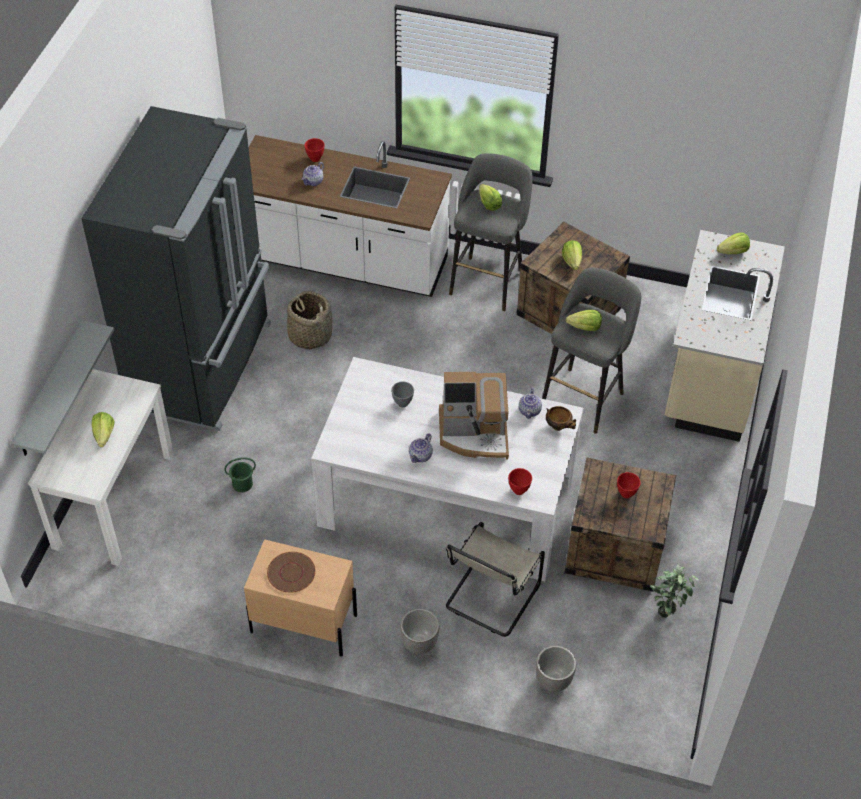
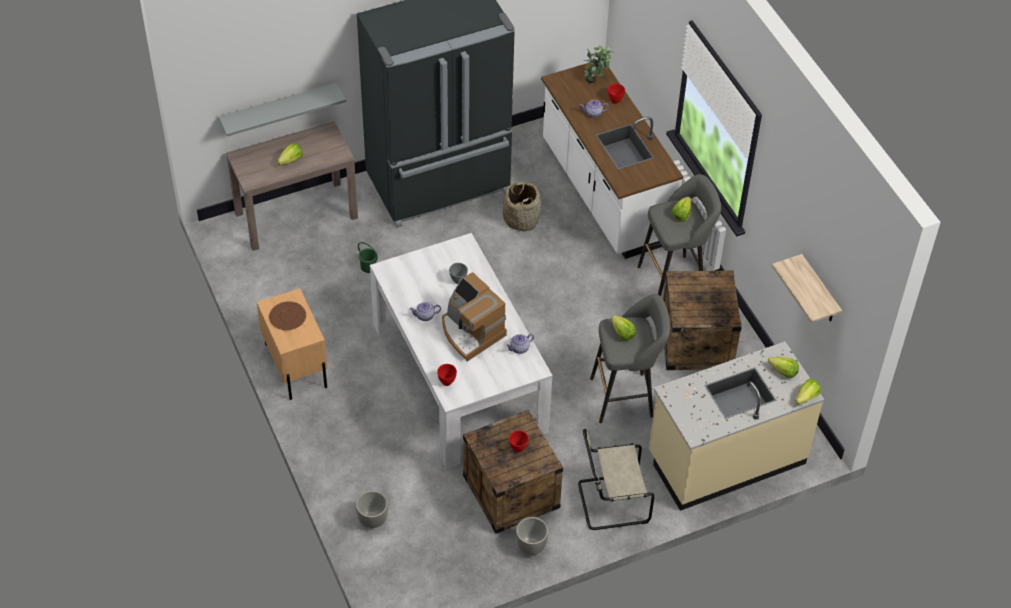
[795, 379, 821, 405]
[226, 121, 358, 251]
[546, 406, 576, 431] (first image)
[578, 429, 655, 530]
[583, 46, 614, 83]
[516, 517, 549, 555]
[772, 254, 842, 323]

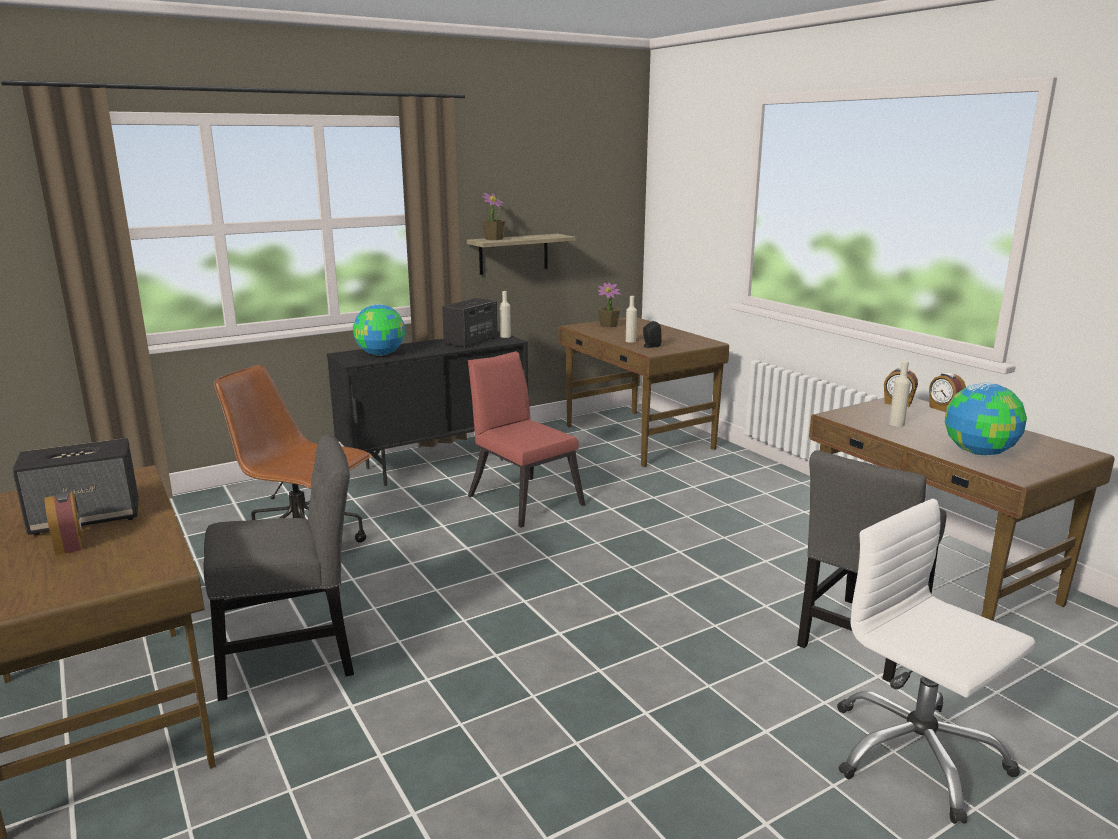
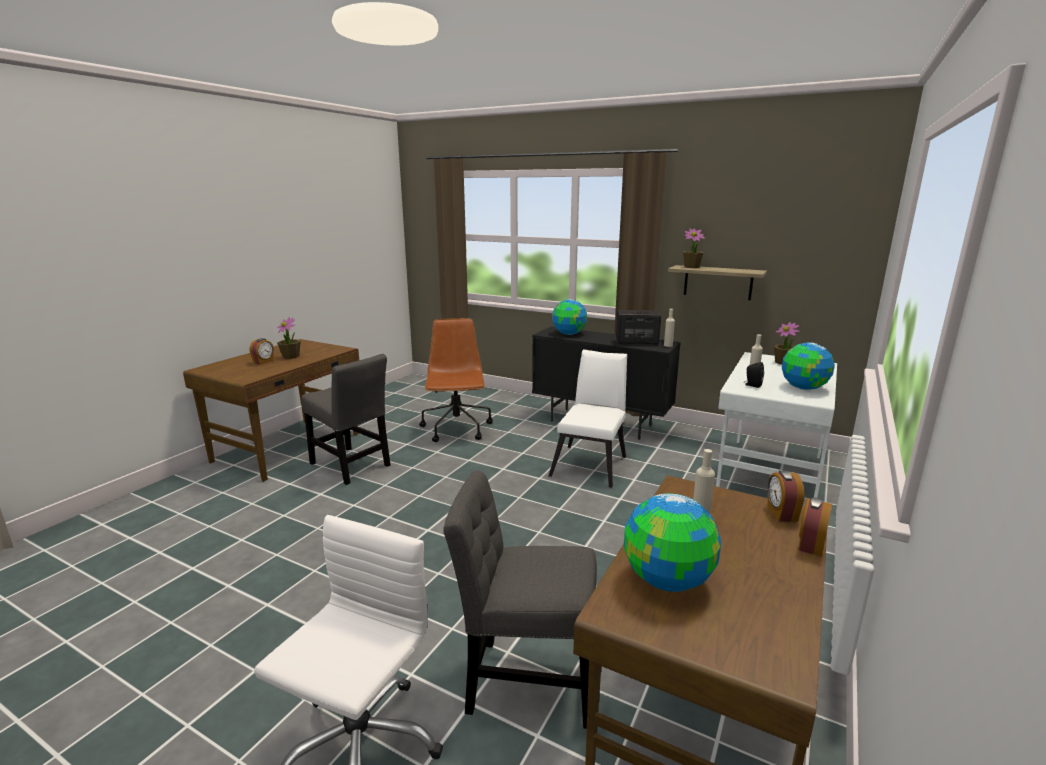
[716, 352, 837, 498]
[548, 349, 627, 488]
[277, 317, 301, 359]
[782, 342, 835, 390]

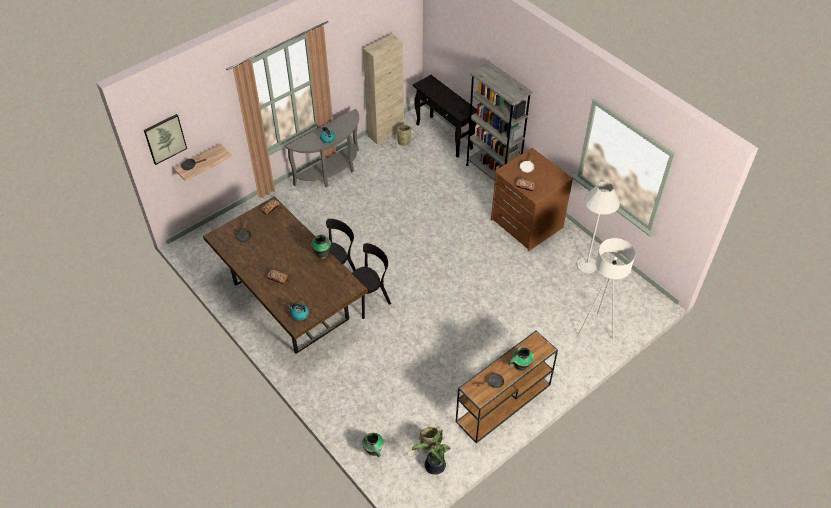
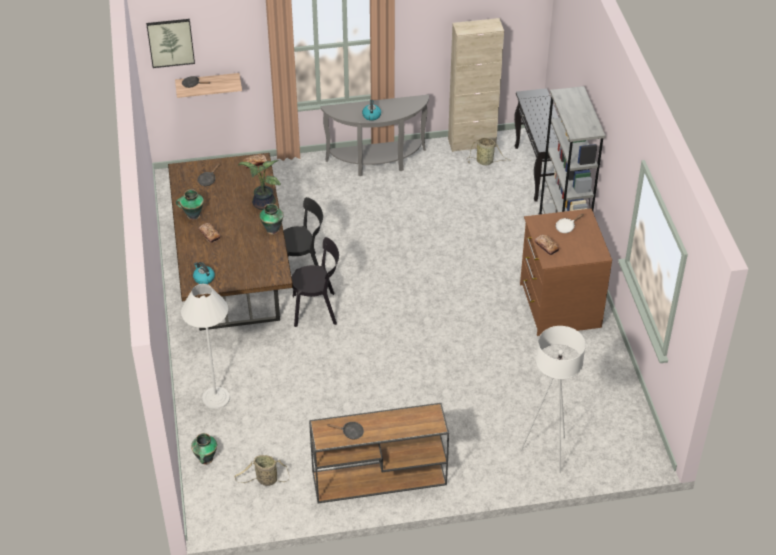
[181, 284, 230, 409]
[176, 189, 204, 220]
[238, 160, 281, 210]

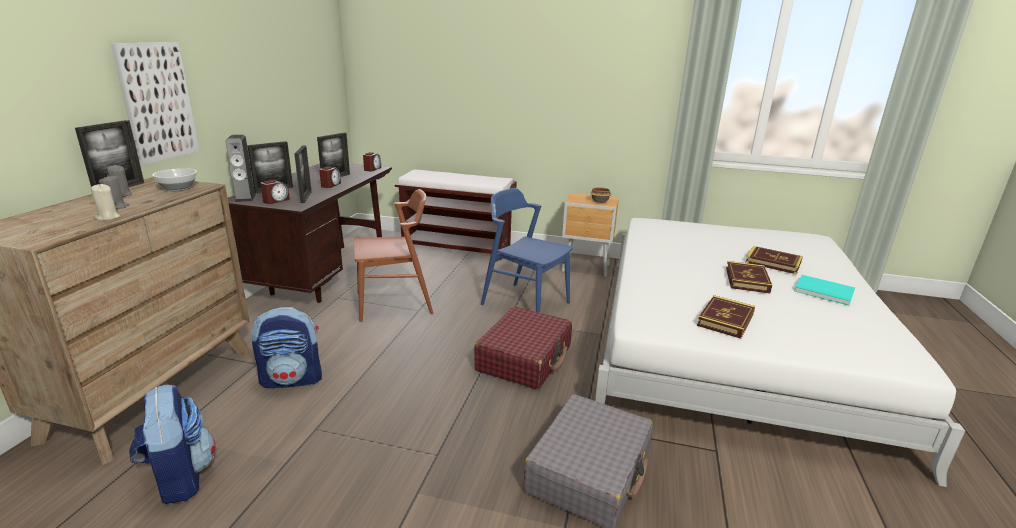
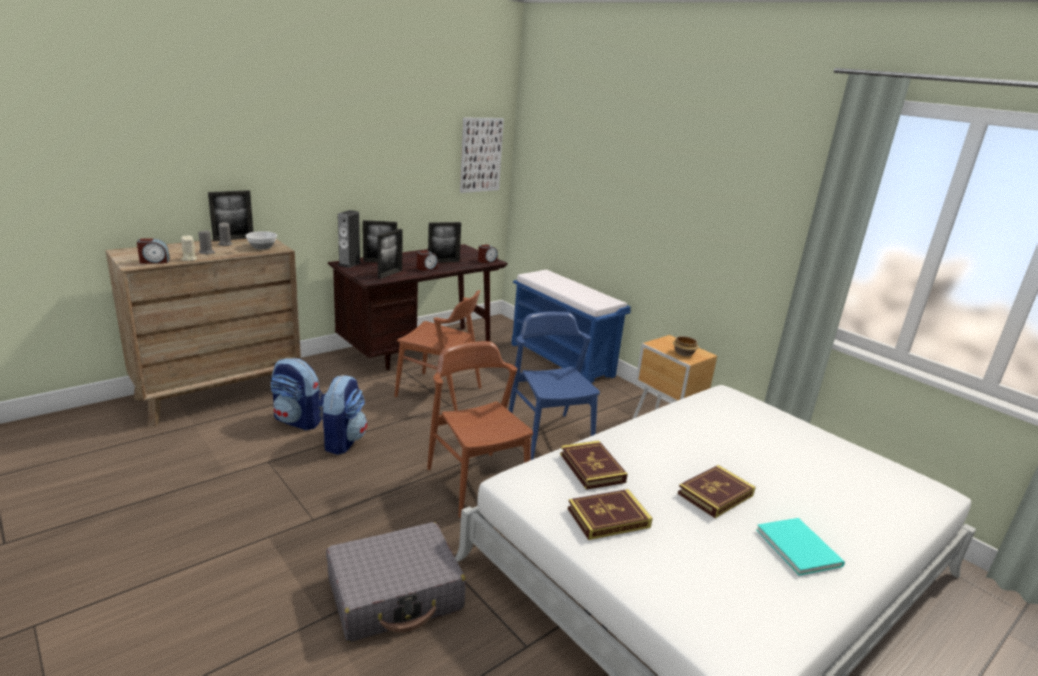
[460, 118, 504, 193]
[511, 270, 631, 383]
[137, 238, 170, 264]
[560, 440, 628, 490]
[427, 341, 533, 518]
[318, 375, 367, 455]

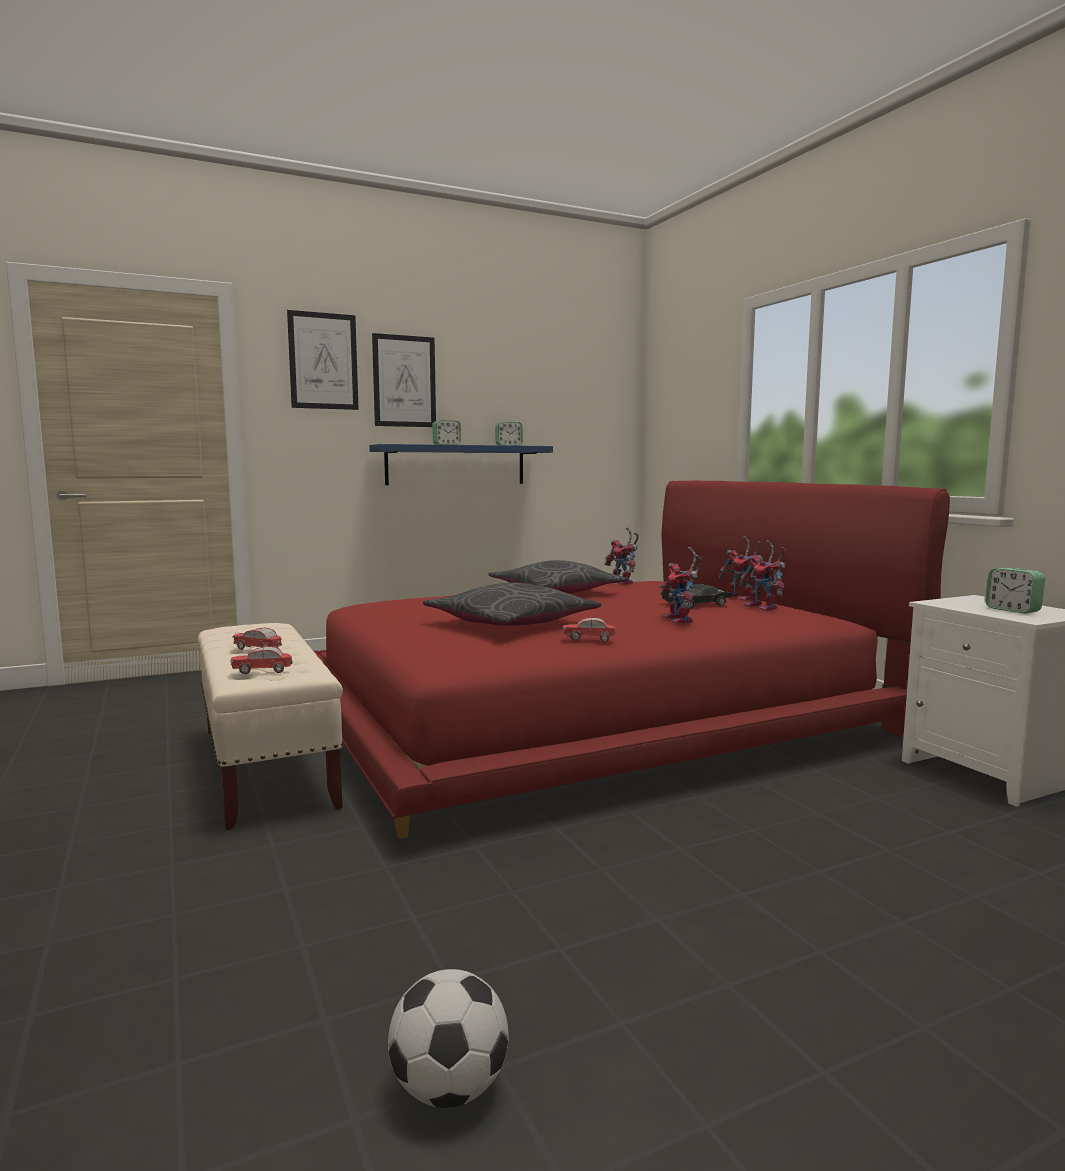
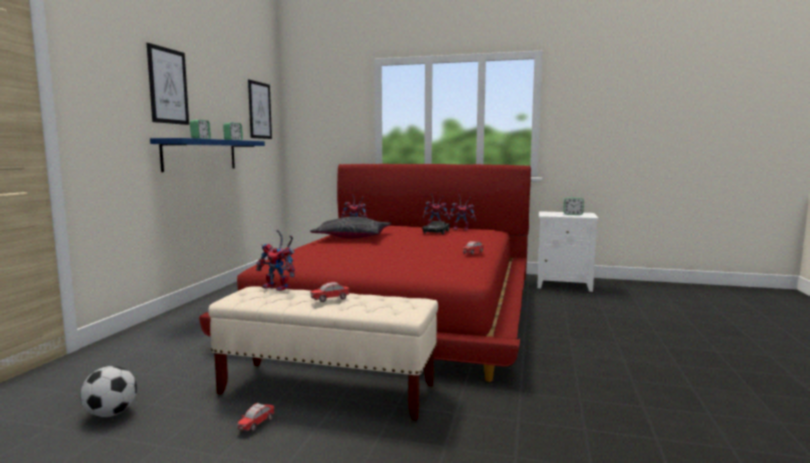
[248, 80, 272, 139]
[256, 230, 295, 291]
[423, 583, 601, 626] (first image)
[237, 403, 274, 432]
[80, 366, 137, 417]

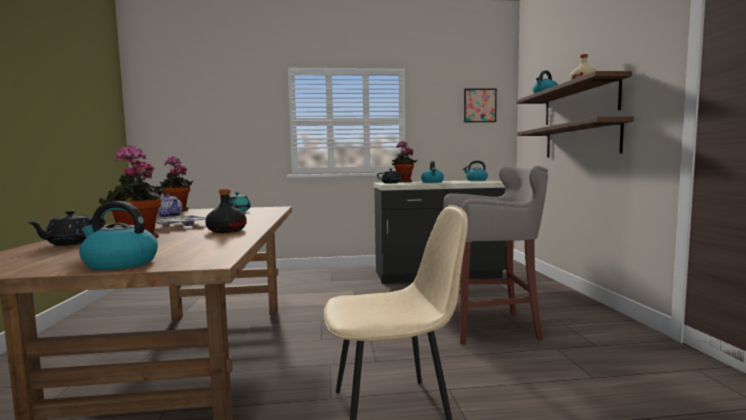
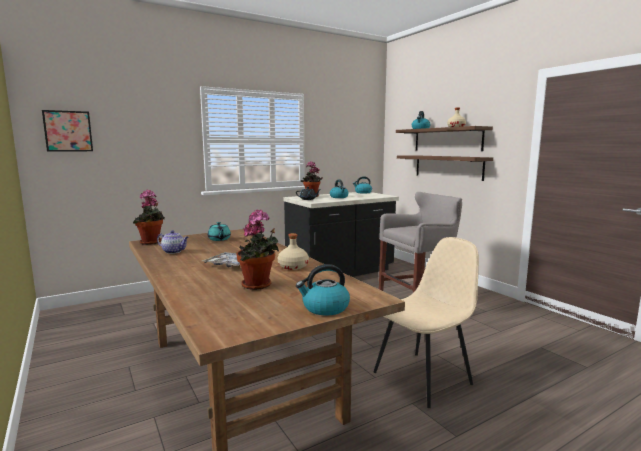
[42, 110, 93, 152]
[278, 233, 309, 270]
[26, 211, 105, 246] (first image)

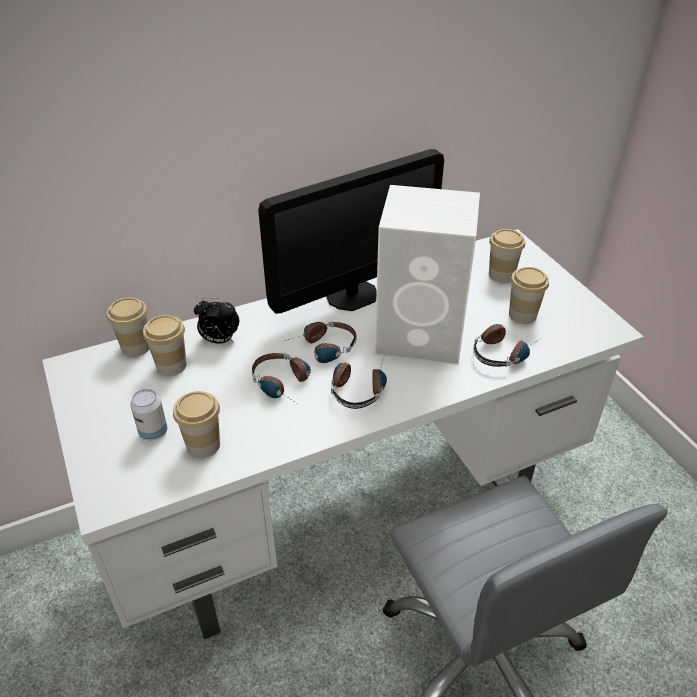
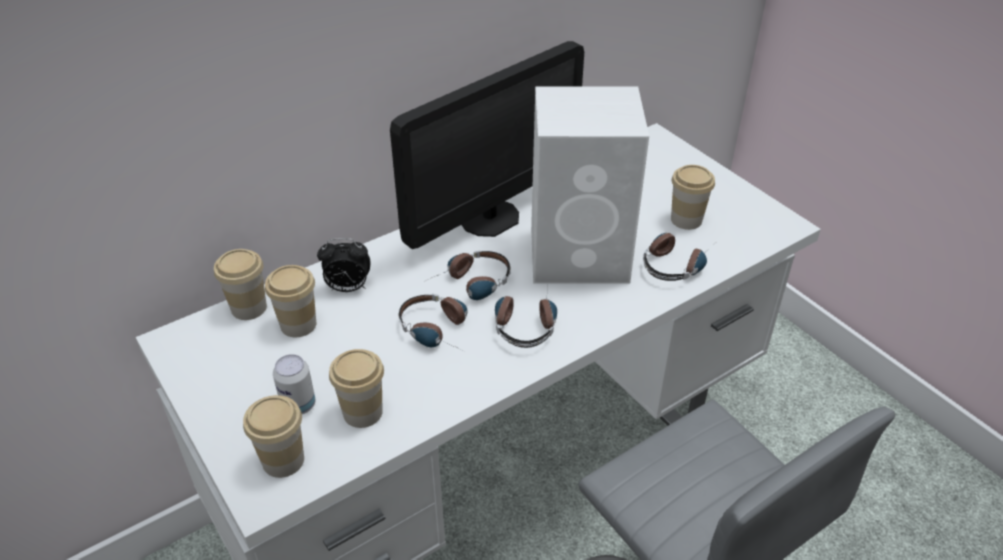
[243, 395, 304, 478]

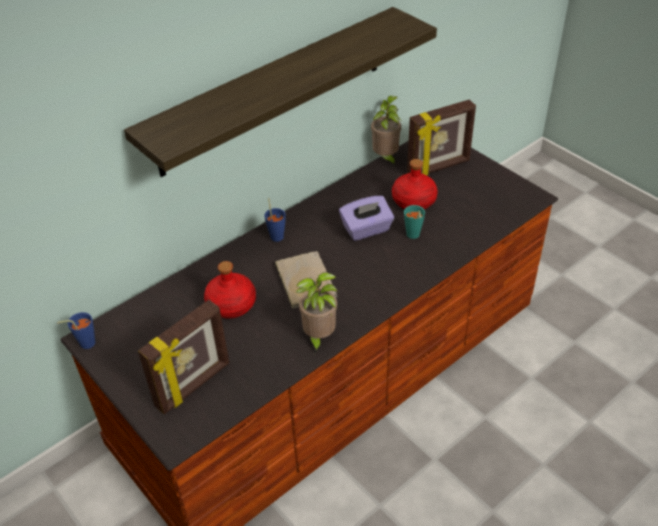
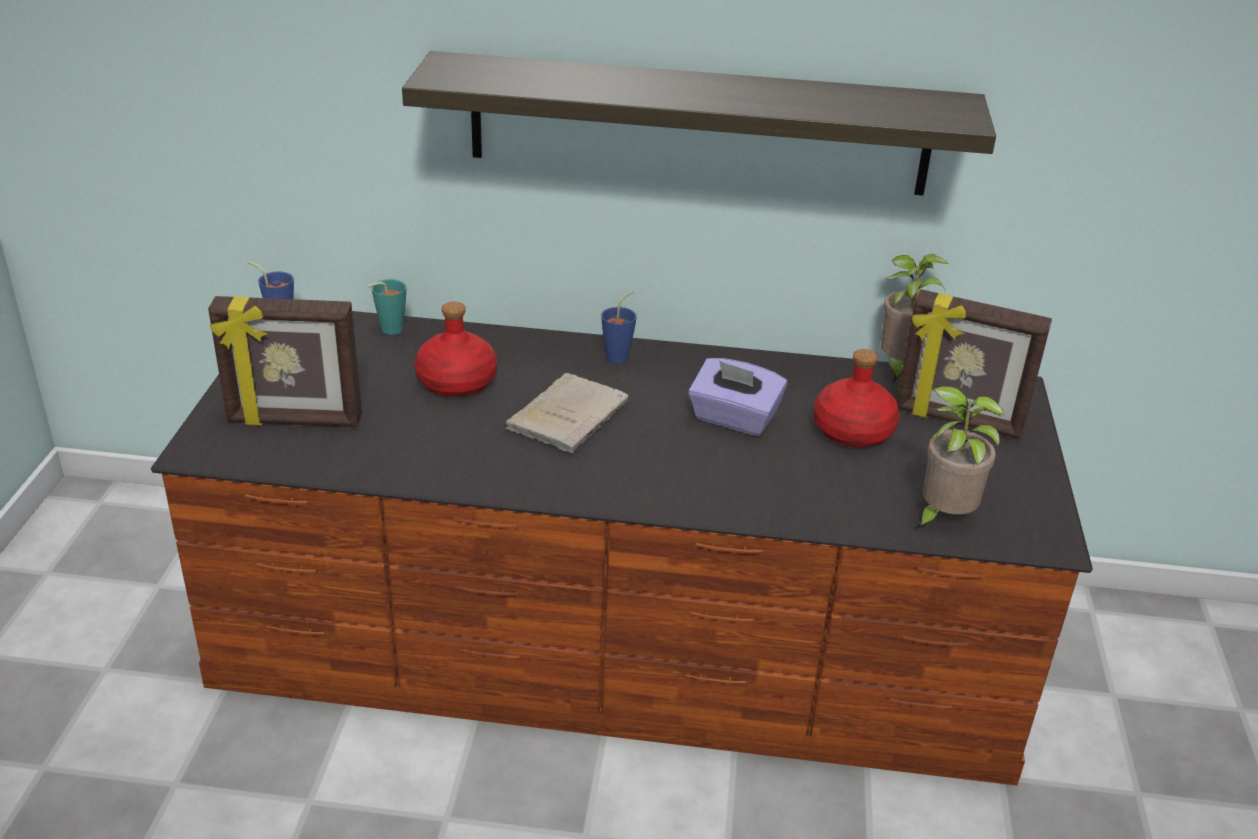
[367, 279, 406, 335]
[915, 386, 1004, 529]

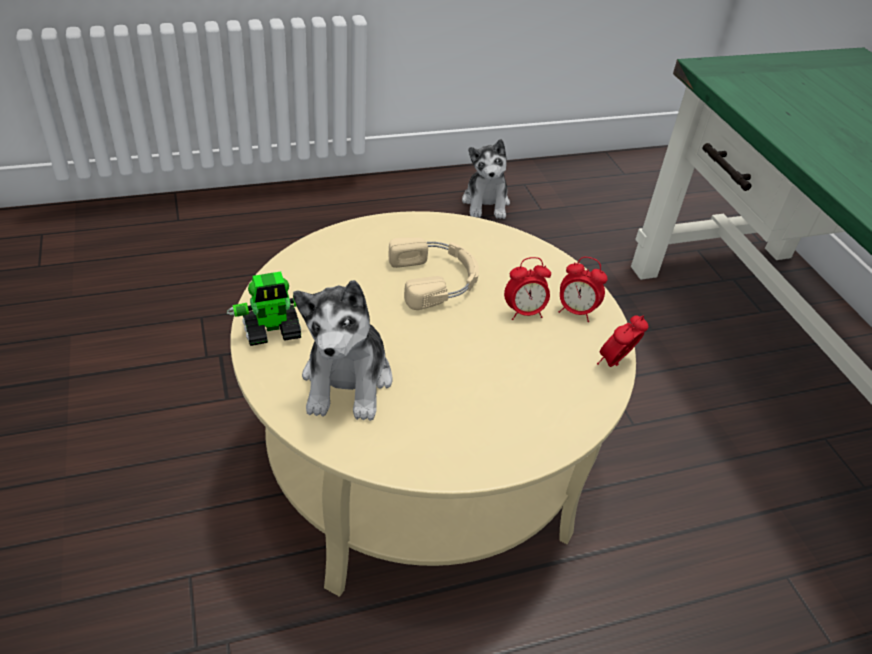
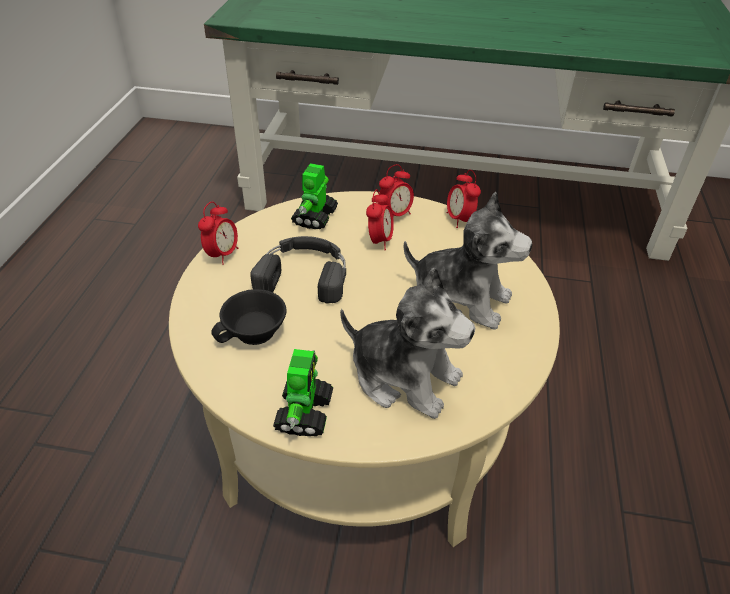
[404, 192, 532, 330]
[250, 236, 346, 304]
[291, 163, 338, 229]
[198, 202, 238, 265]
[211, 289, 286, 345]

